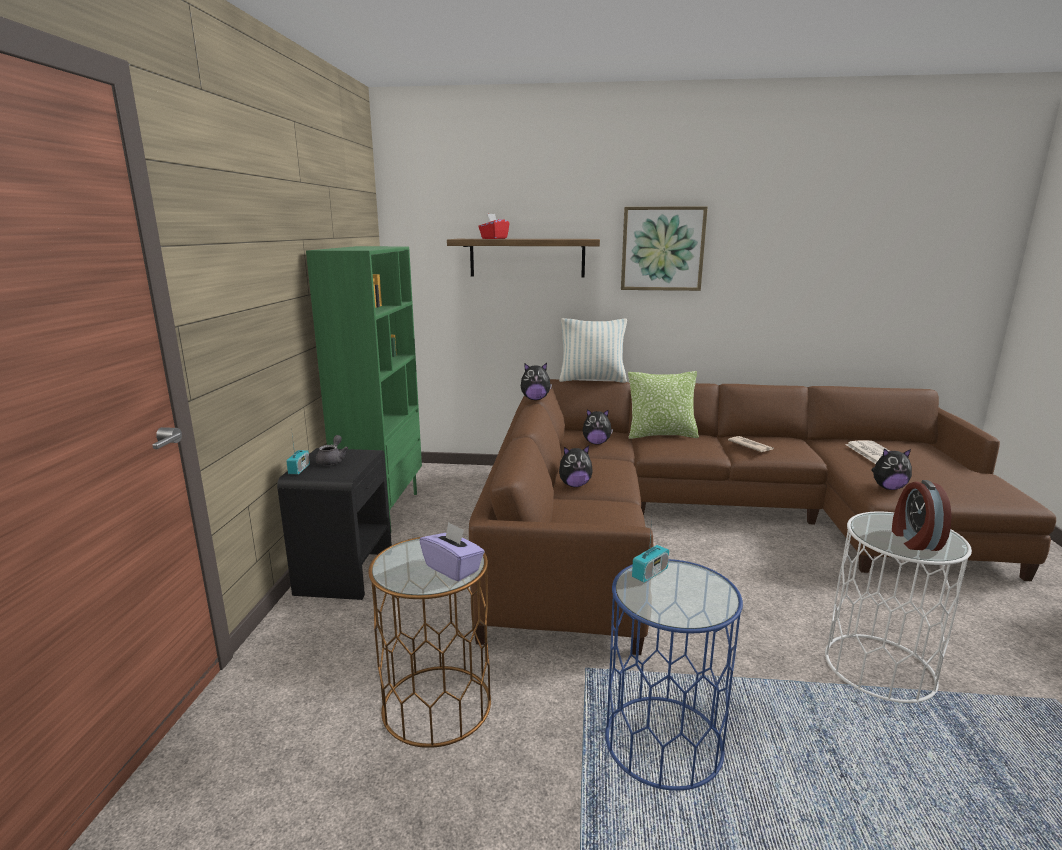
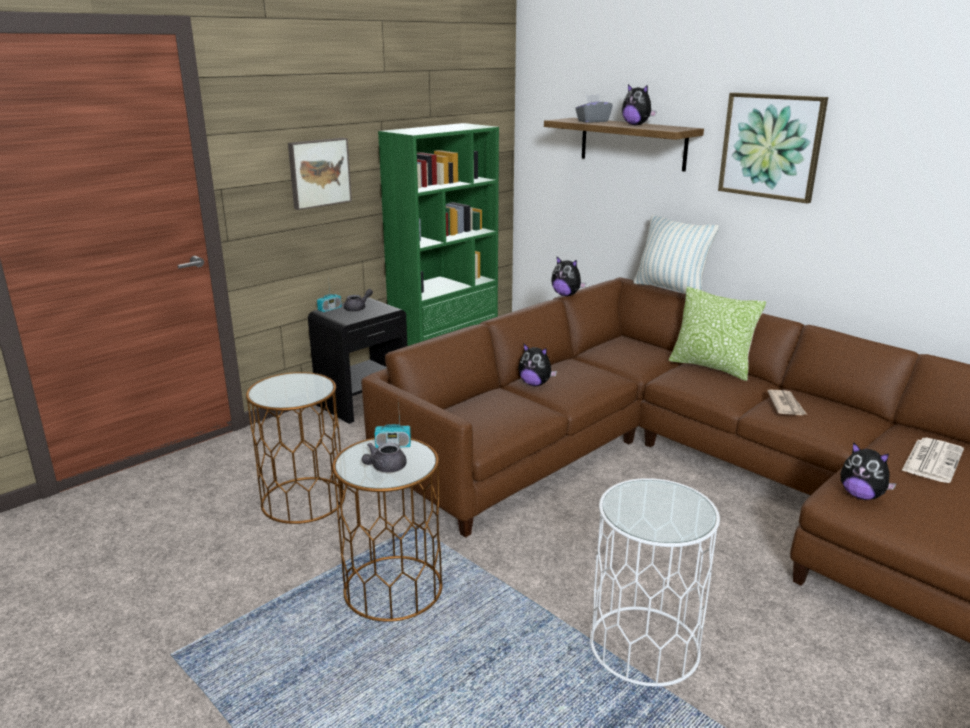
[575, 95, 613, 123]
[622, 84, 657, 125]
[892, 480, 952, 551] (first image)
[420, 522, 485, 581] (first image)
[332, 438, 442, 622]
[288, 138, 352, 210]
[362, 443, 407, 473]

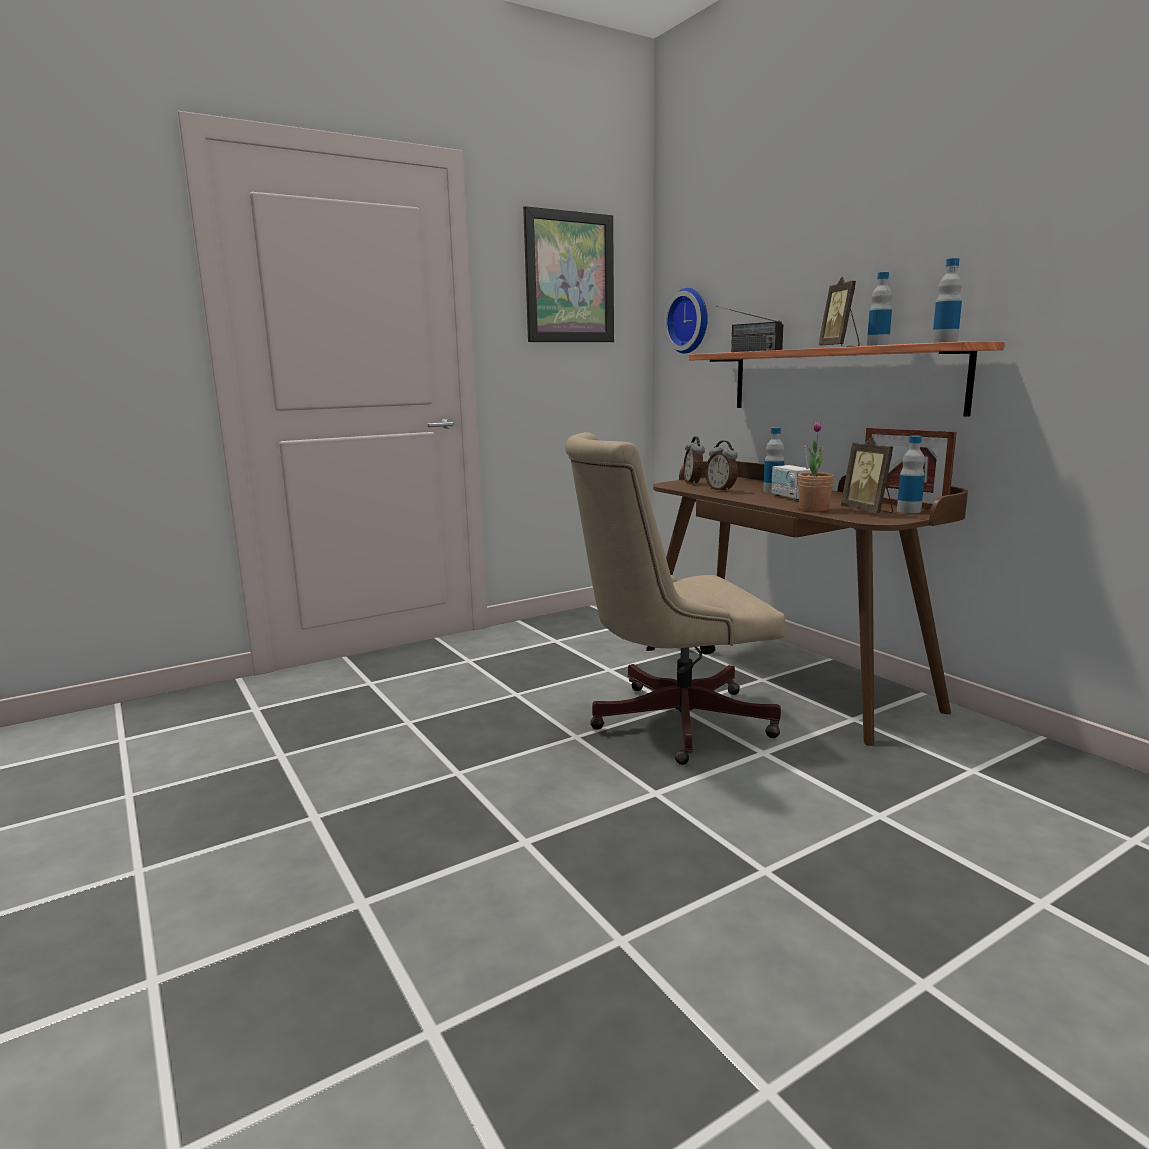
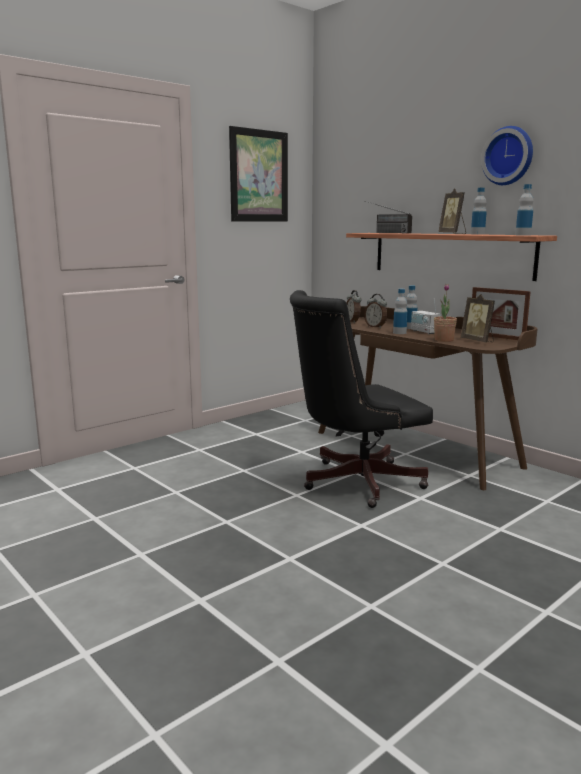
[481, 126, 533, 185]
[290, 290, 433, 508]
[393, 289, 408, 334]

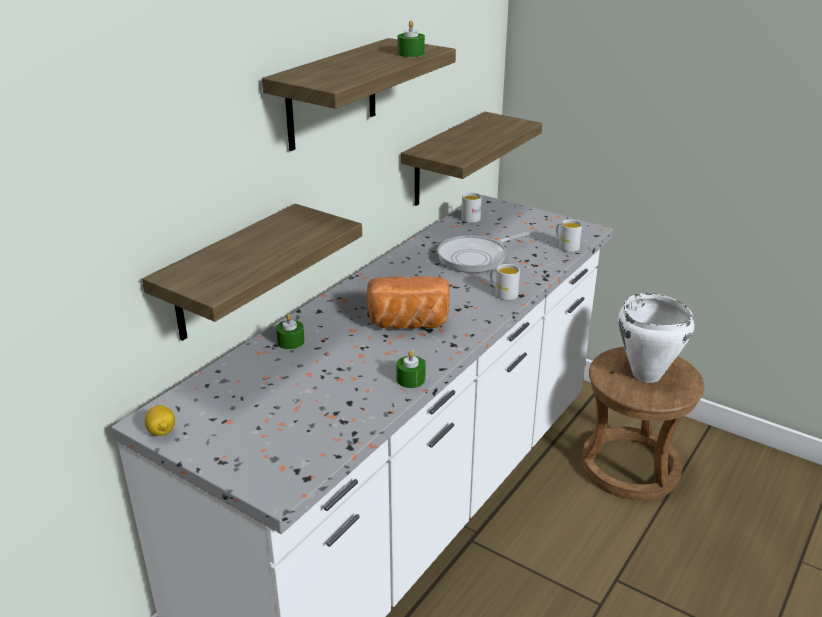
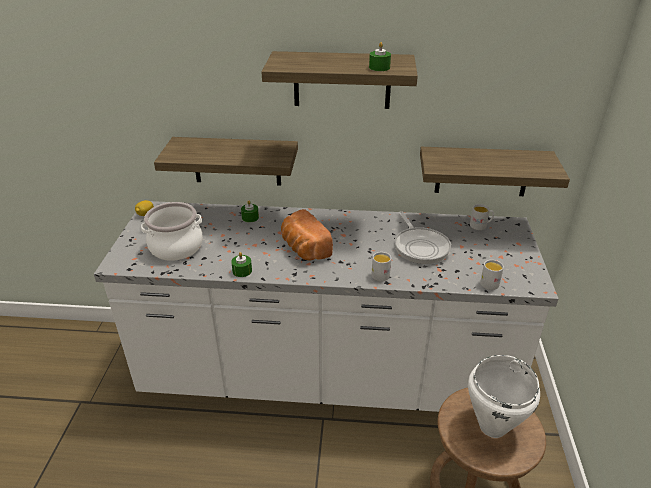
[395, 211, 451, 264]
[141, 202, 203, 261]

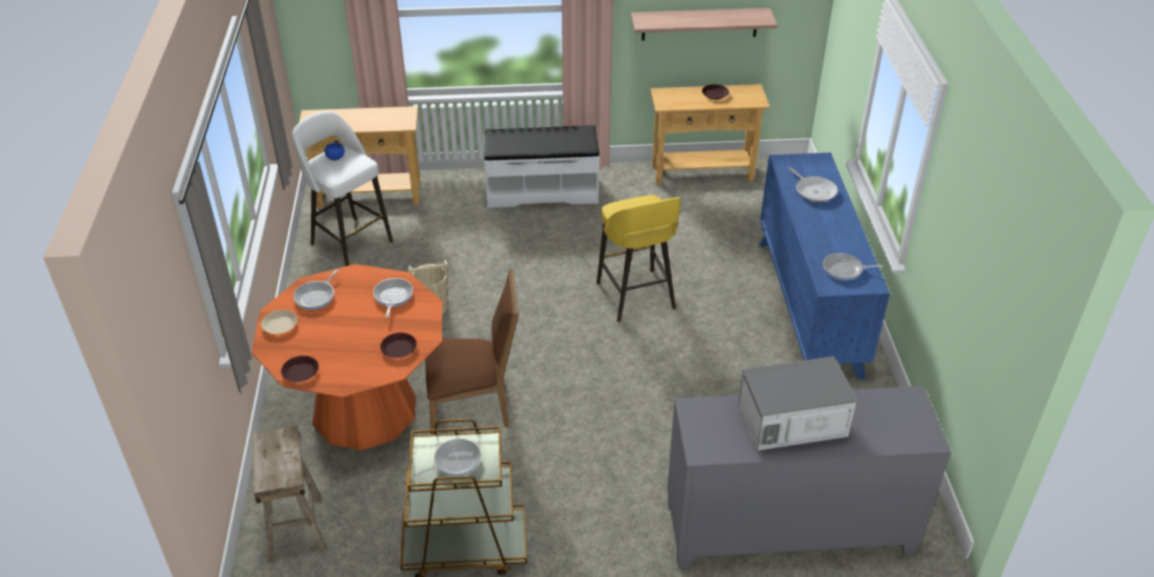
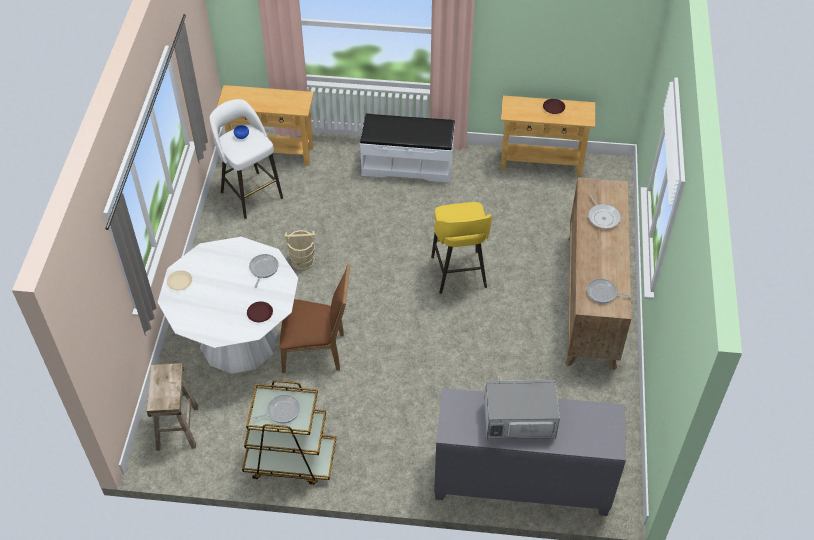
[631, 8, 777, 41] (first image)
[565, 178, 631, 371]
[157, 237, 298, 374]
[293, 269, 339, 310] (first image)
[281, 356, 319, 382] (first image)

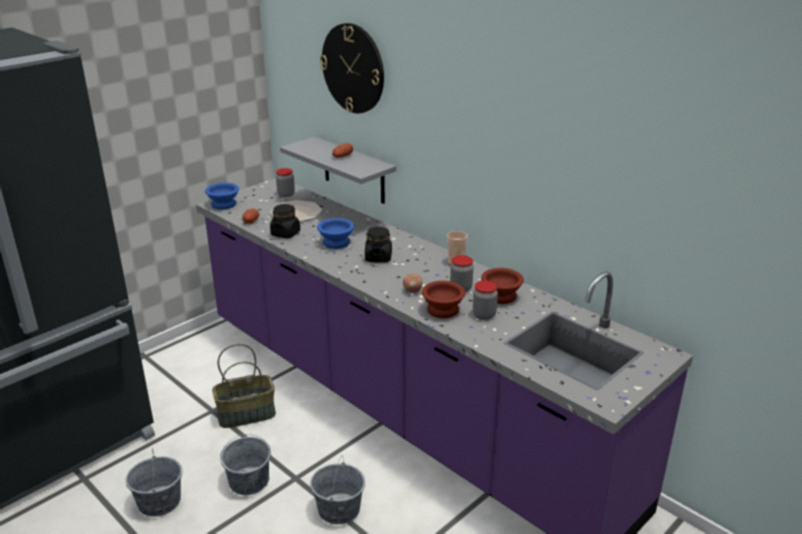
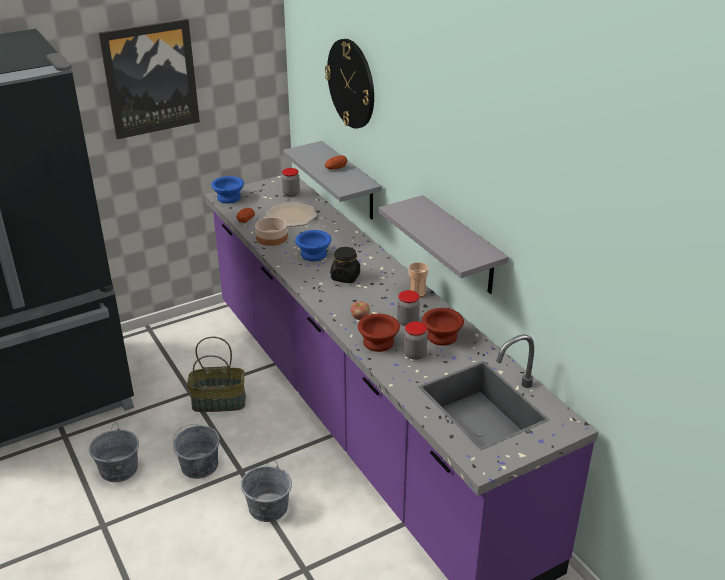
[255, 217, 288, 246]
[99, 19, 200, 139]
[379, 195, 509, 294]

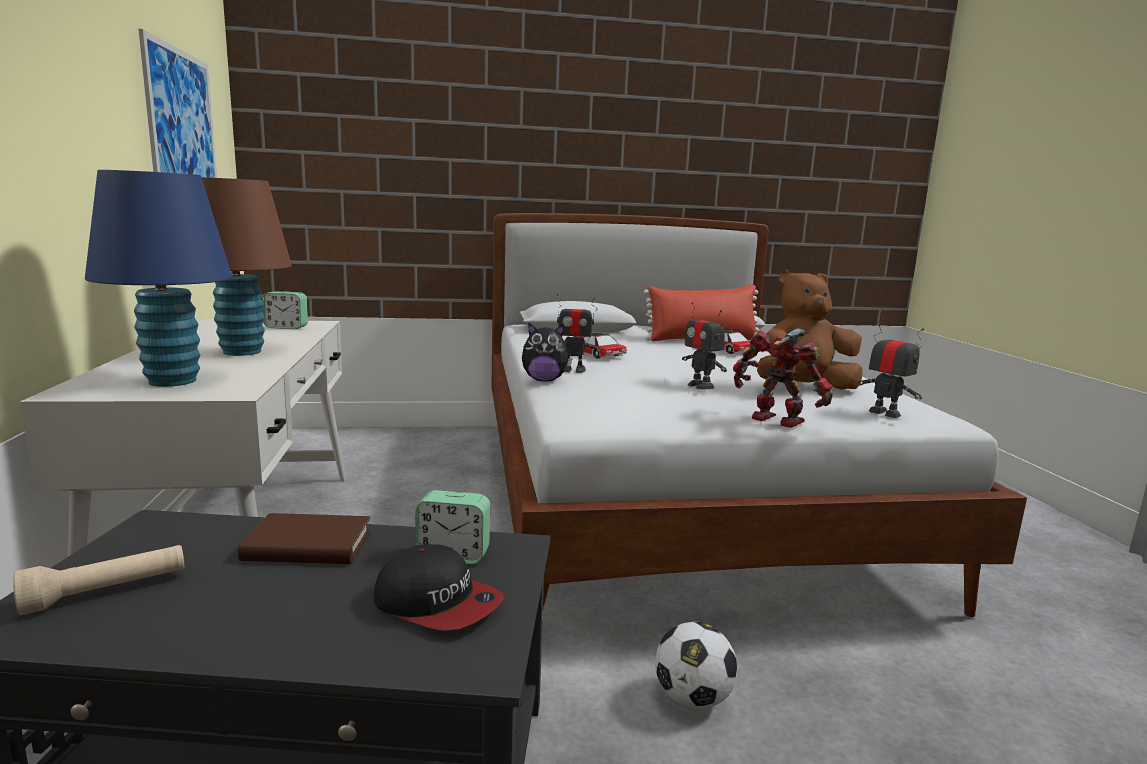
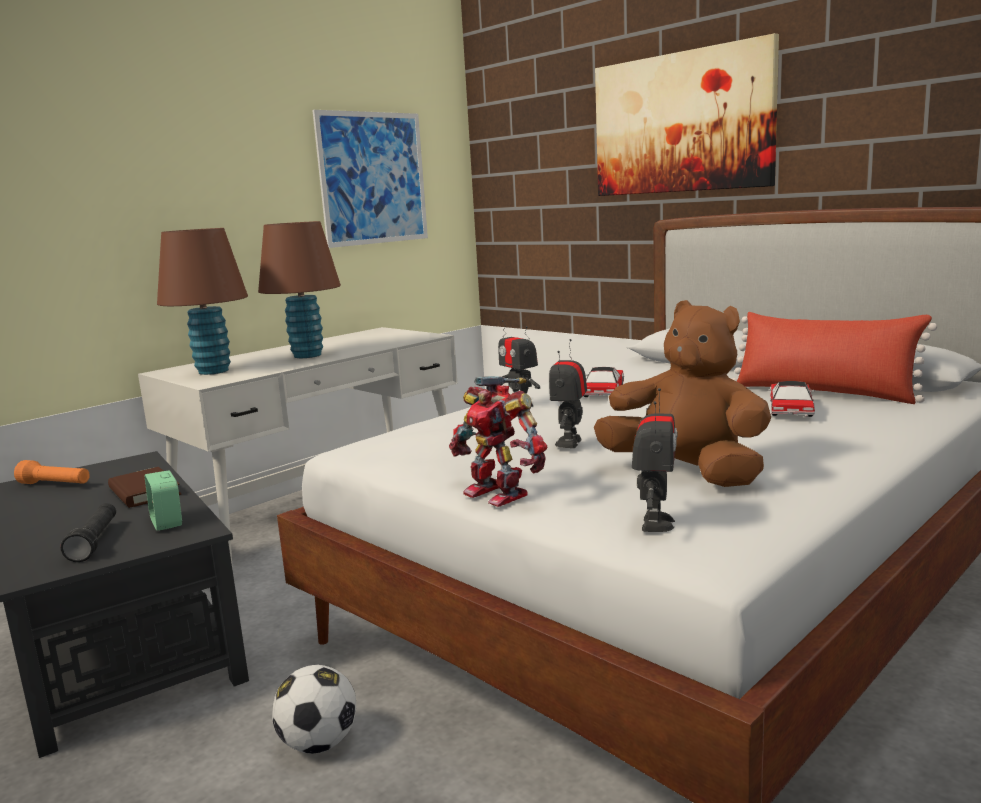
[157, 228, 248, 375]
[262, 291, 308, 329] (first image)
[522, 323, 573, 382] (first image)
[449, 376, 547, 507]
[60, 503, 116, 562]
[14, 460, 90, 484]
[595, 33, 779, 196]

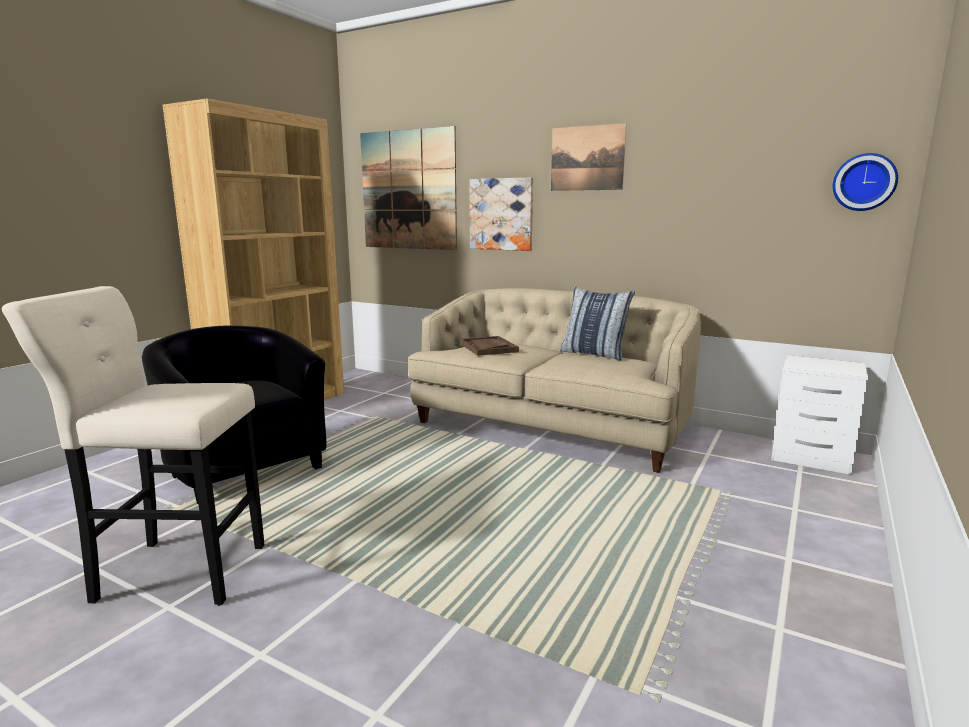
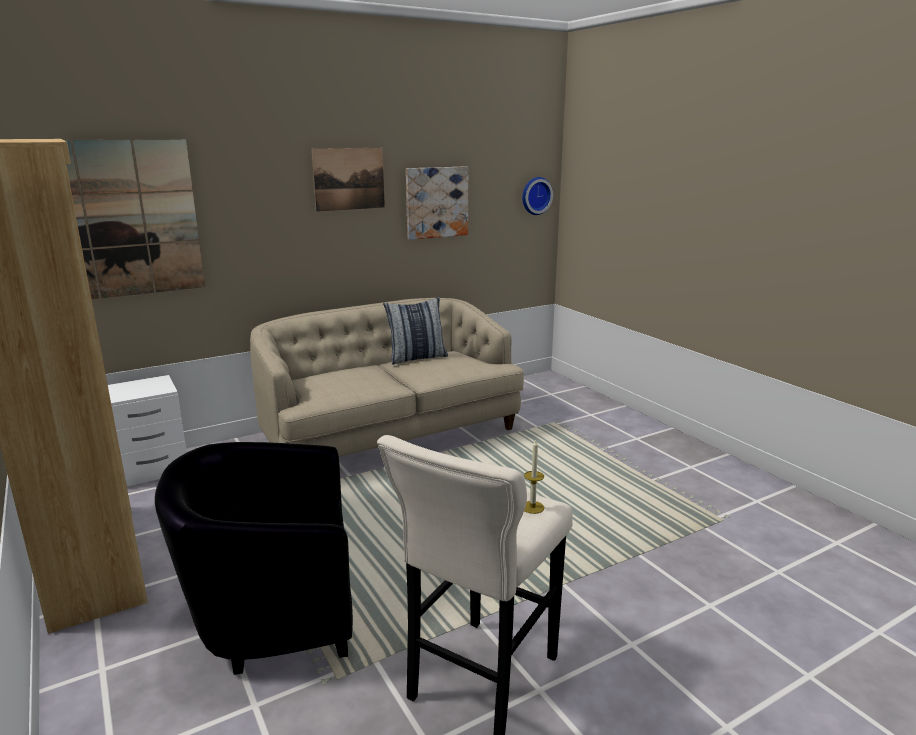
[406, 166, 468, 240]
[460, 336, 519, 356] (first image)
[108, 375, 187, 487]
[524, 440, 544, 514]

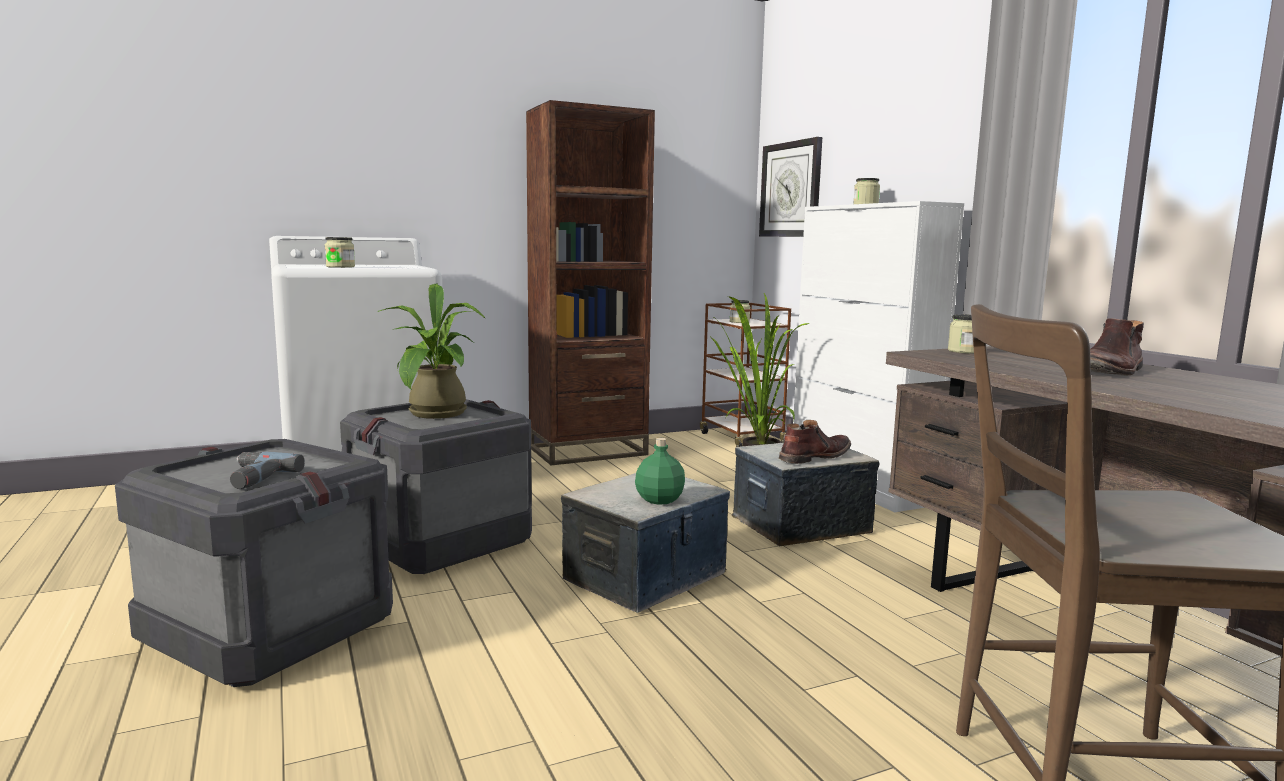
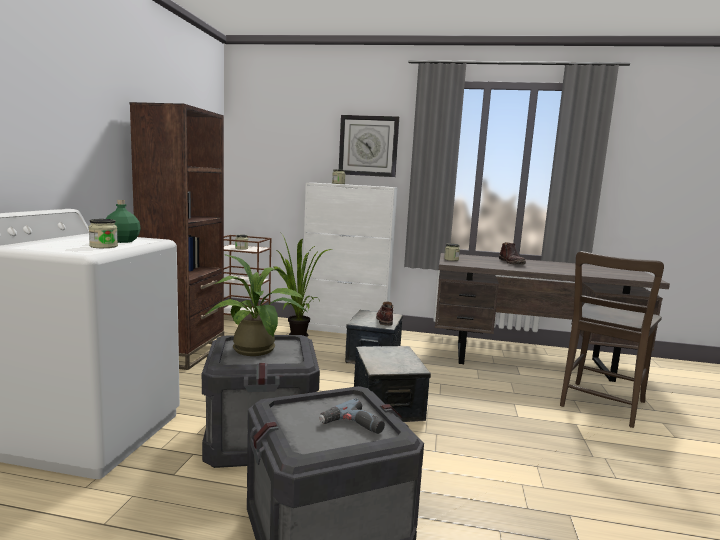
[339, 115, 399, 177]
[106, 200, 141, 243]

